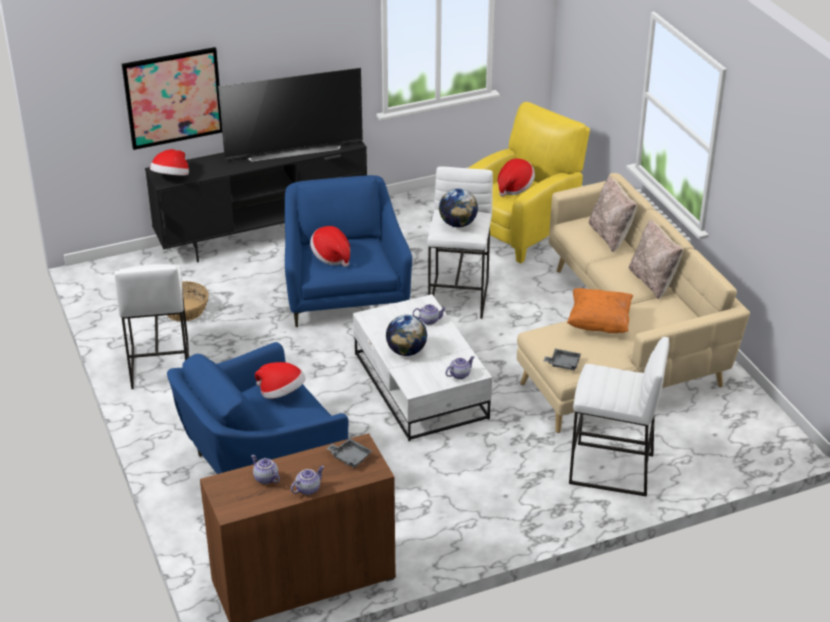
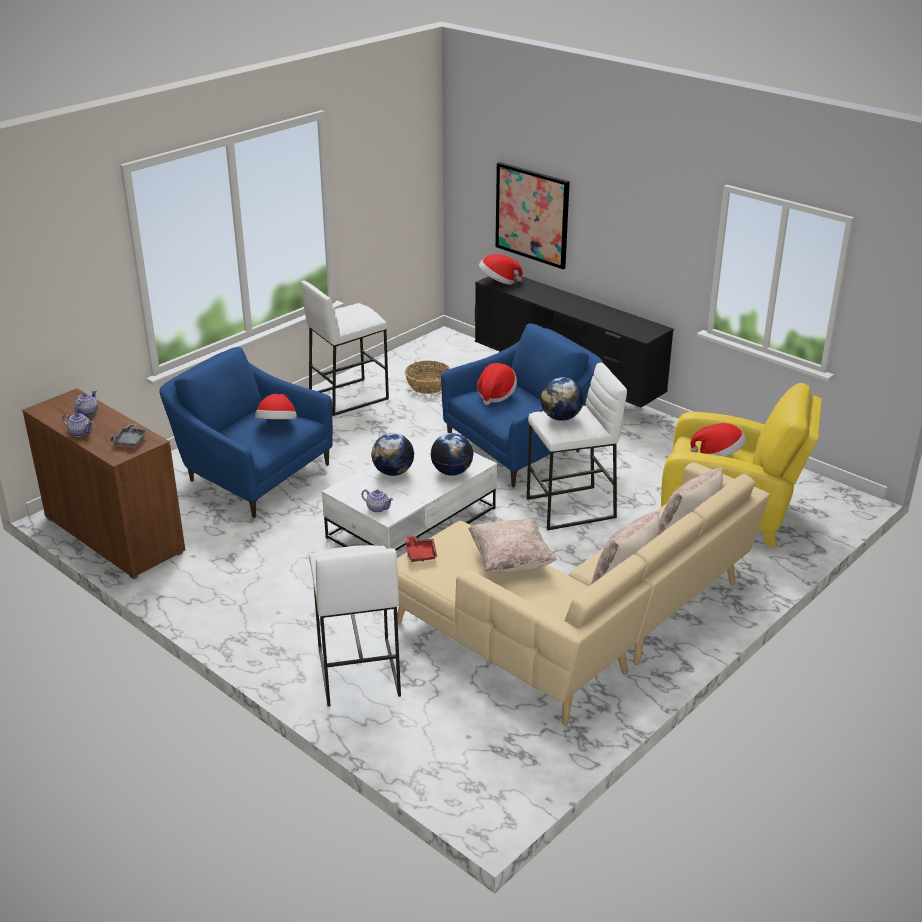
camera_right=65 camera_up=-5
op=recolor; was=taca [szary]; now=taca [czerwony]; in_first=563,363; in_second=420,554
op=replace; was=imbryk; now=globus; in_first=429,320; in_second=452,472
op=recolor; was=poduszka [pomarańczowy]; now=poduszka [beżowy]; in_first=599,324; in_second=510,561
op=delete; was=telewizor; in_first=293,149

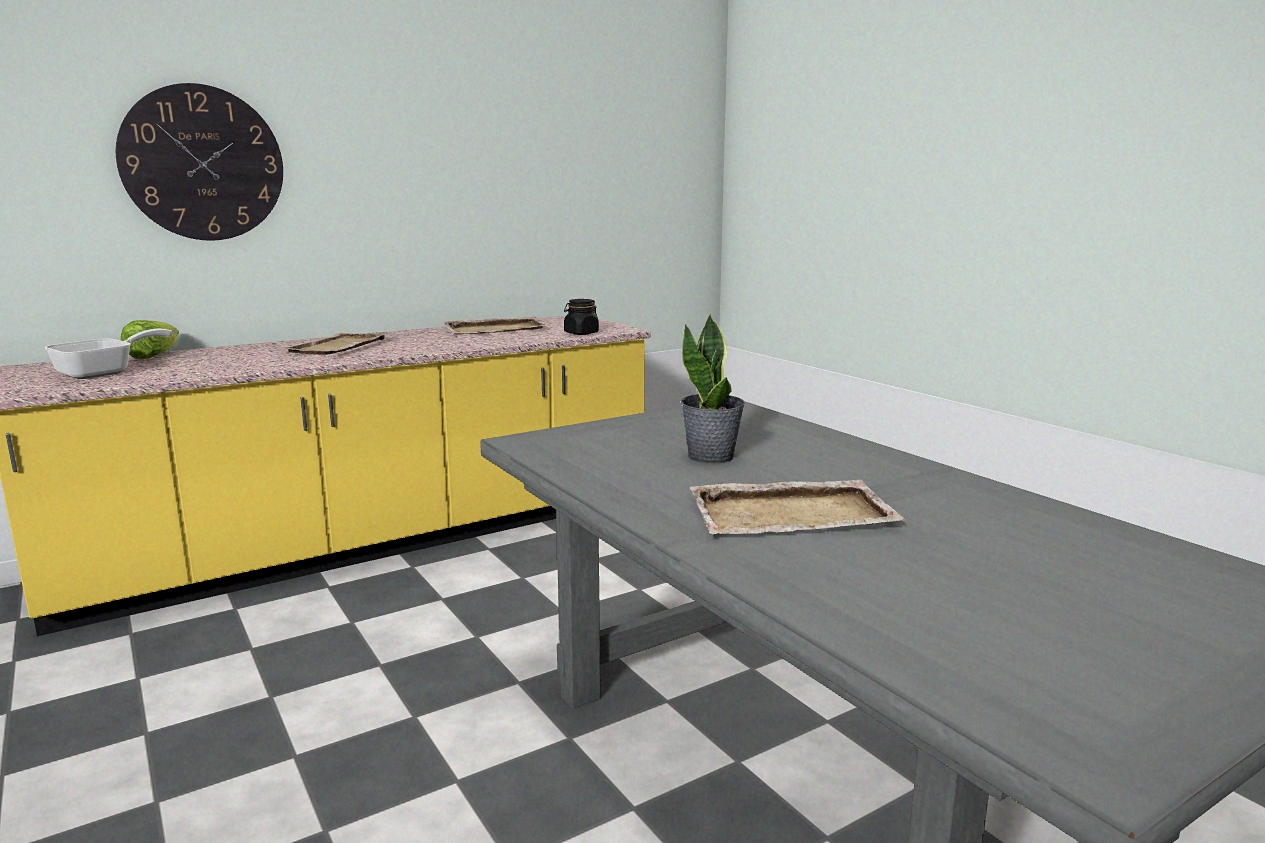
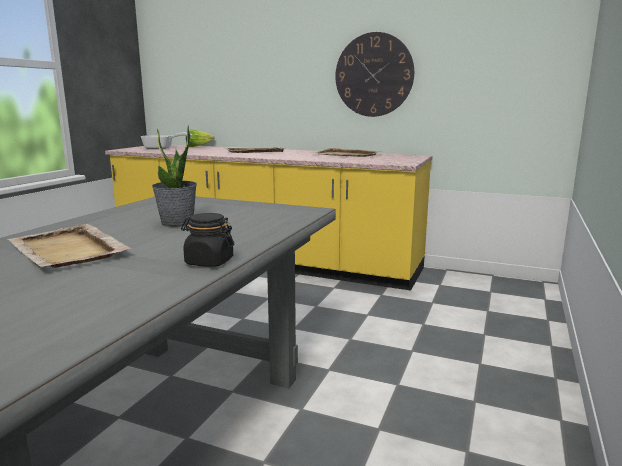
camera_right=55 camera_up=0
op=move; was=słoik [czarny]; in_first=581,333; in_second=209,262
op=move; was=zegar ścienny; in_first=202,163; in_second=374,75

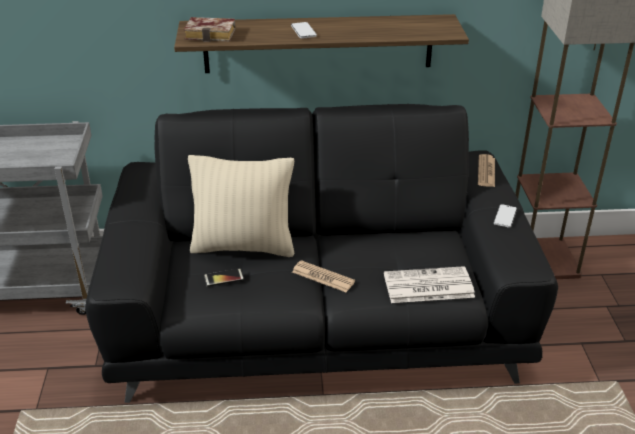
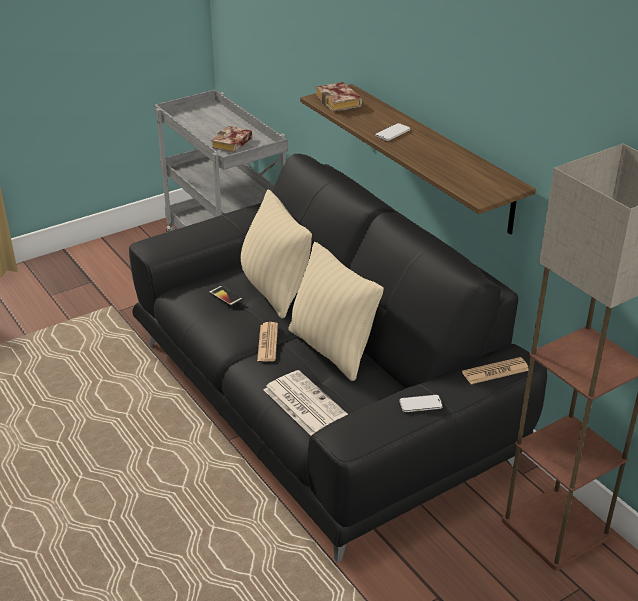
camera_right=60 camera_up=0
op=insert; now=książka; in_second=232,144
op=insert; now=poduszka [beżowy]; in_second=331,349

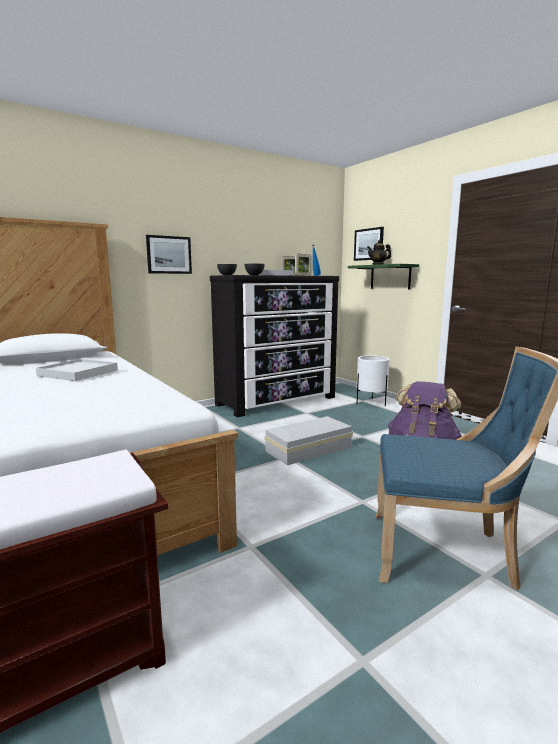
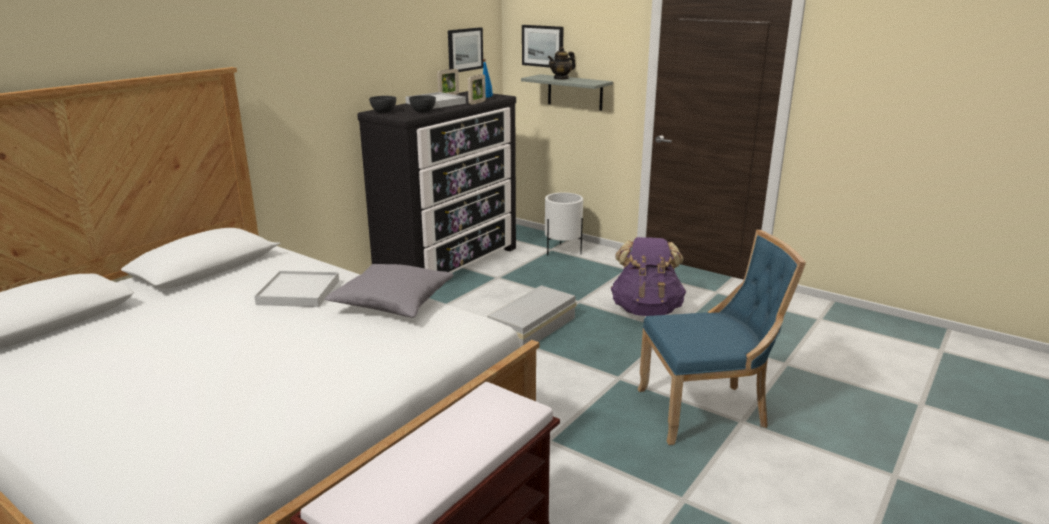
camera_right=-20 camera_up=10
op=insert; now=poduszka [szary]; in_second=393,303
op=move; was=obraz; in_first=169,255; in_second=464,49
op=recolor; was=półka [zielony]; now=półka [szary]; in_first=390,277; in_second=575,92

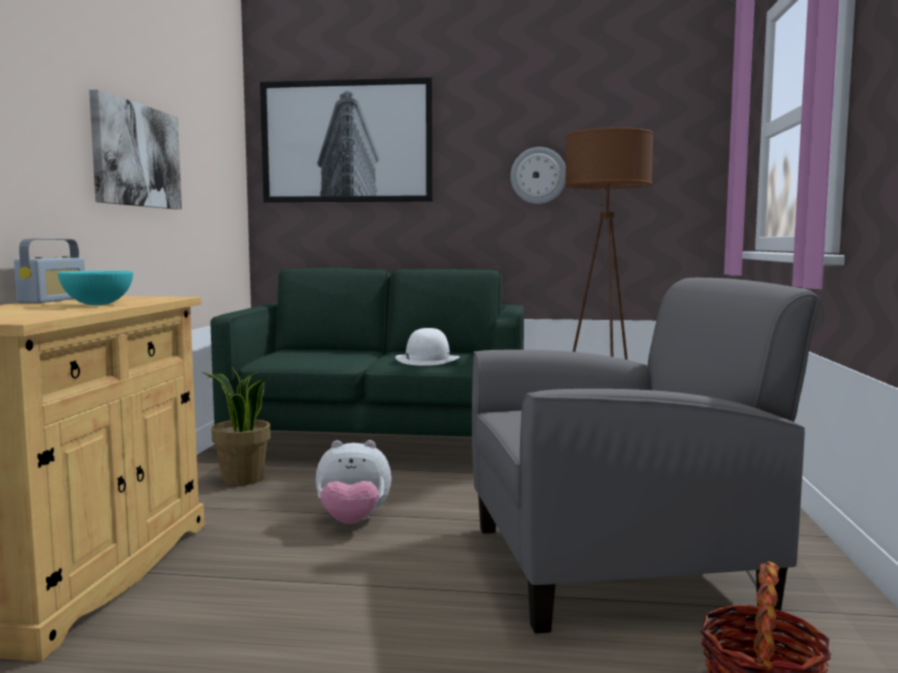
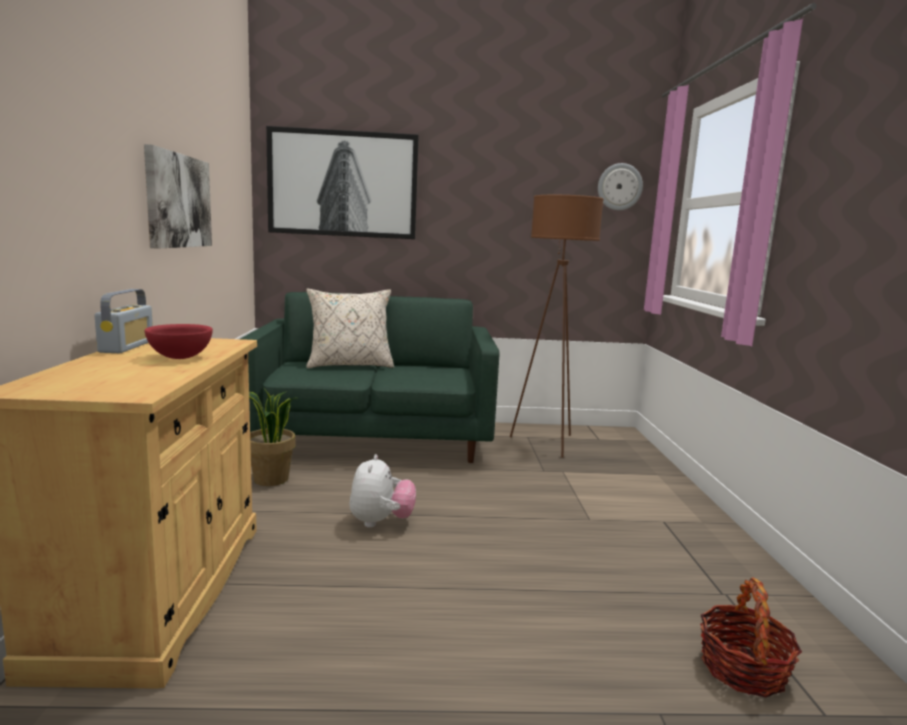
camera_right=-10 camera_up=5
op=recolor; was=miska [turkusowy]; now=miska [czerwony]; in_first=96,304; in_second=179,358
op=insert; now=poduszka [beżowy]; in_second=349,365
op=rotate; was=pluszak; in_first=353,522; in_second=381,522; clockwise=-75
op=move; was=zegar ścienny; in_first=538,175; in_second=619,187
op=delete; was=kapelusz [biały]; in_first=427,360
op=delete; was=fotel [szary]; in_first=616,565

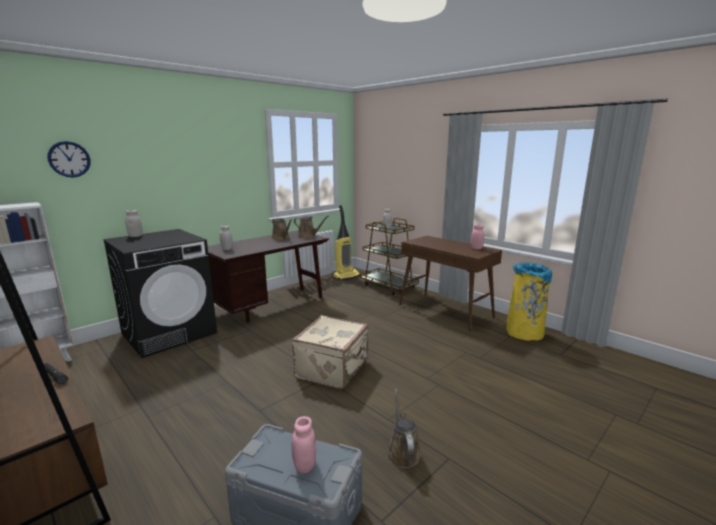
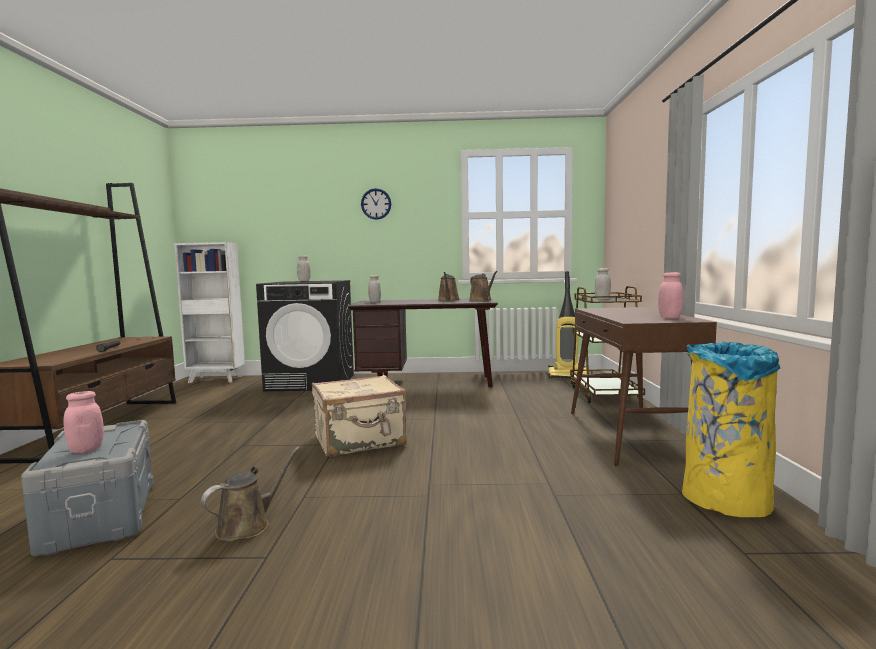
camera_right=45 camera_up=-10
op=move; was=zegar ścienny; in_first=69,159; in_second=376,204

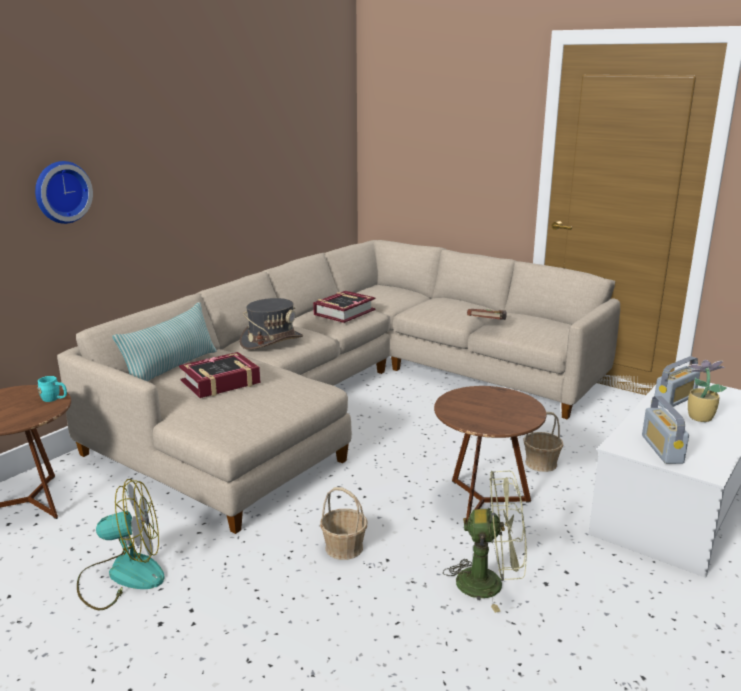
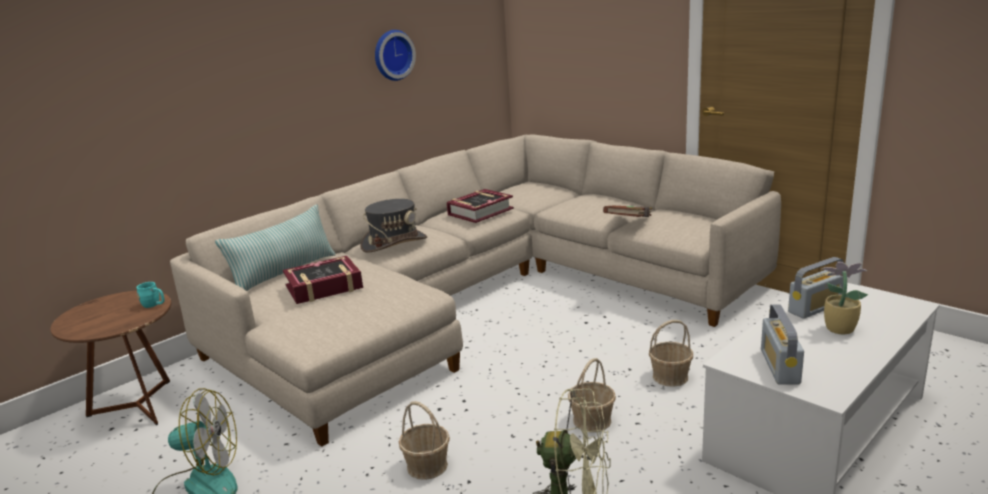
camera_right=10 camera_up=0
op=move; was=zegar ścienny; in_first=61,192; in_second=392,55
op=replace; was=stolik [brązowy]; now=koszyk; in_first=483,503; in_second=592,420

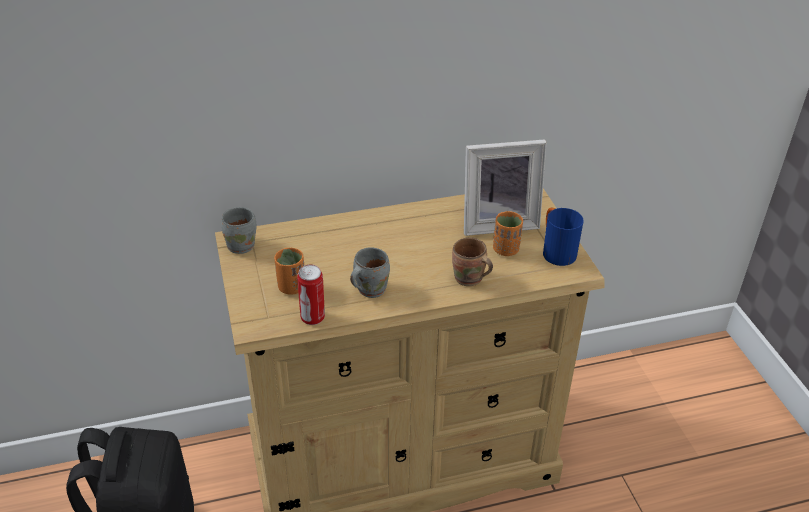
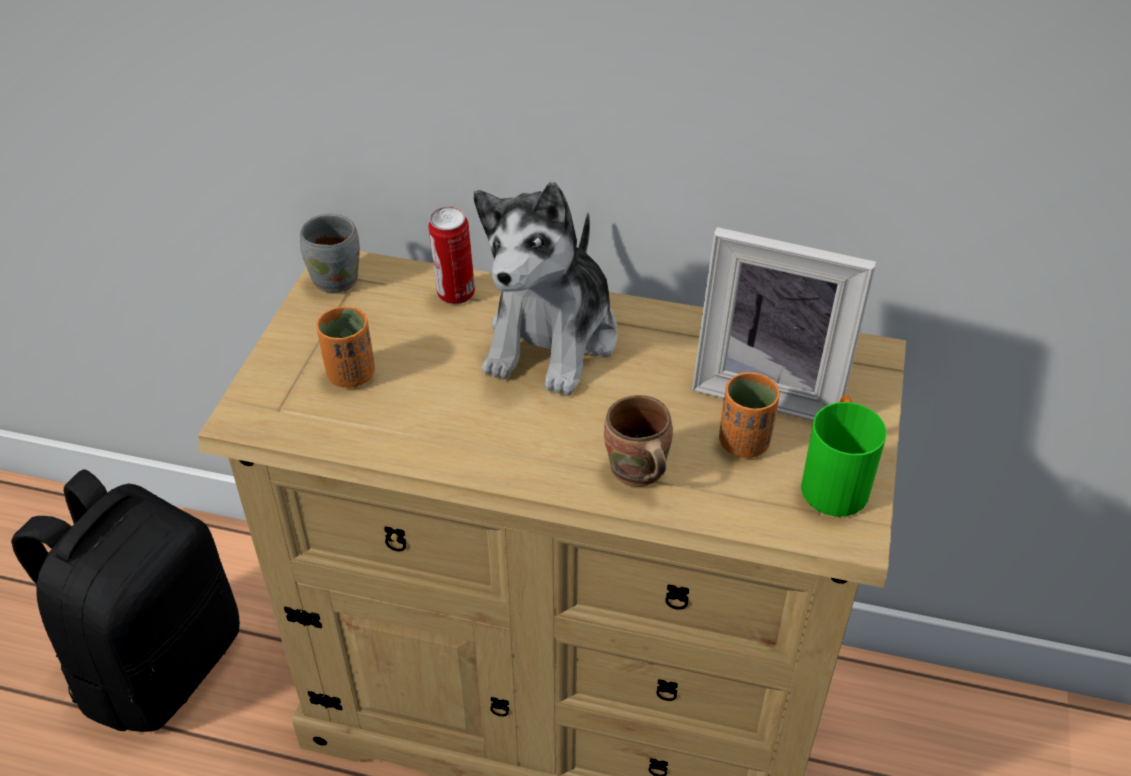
camera_right=30 camera_up=5
op=move; was=puszka; in_first=313,318; in_second=455,295
op=insert; now=pluszak; in_second=552,339
op=recolor; was=kubek [niebieski]; now=kubek [zielony]; in_first=555,251; in_second=833,481
op=delete; was=kubek [szary]; in_first=369,289

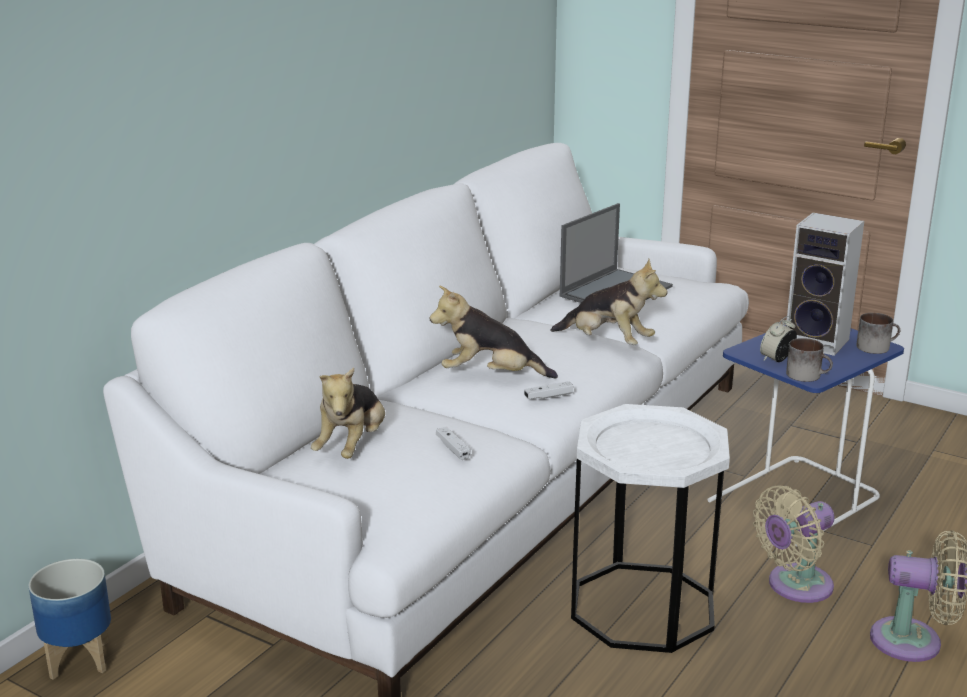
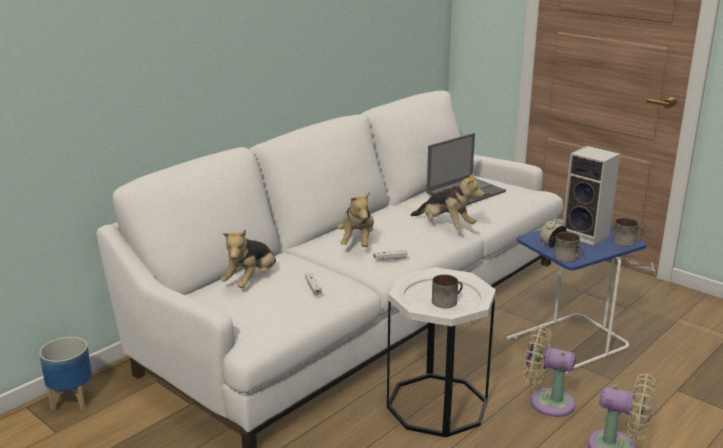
camera_right=10 camera_up=0
op=rotate; was=pluszak; in_first=490,376; in_second=357,242; clockwise=-105
op=insert; now=kubek; in_second=446,301
op=rotate; was=wentylator [beżowy]; in_first=794,586; in_second=547,402; clockwise=45

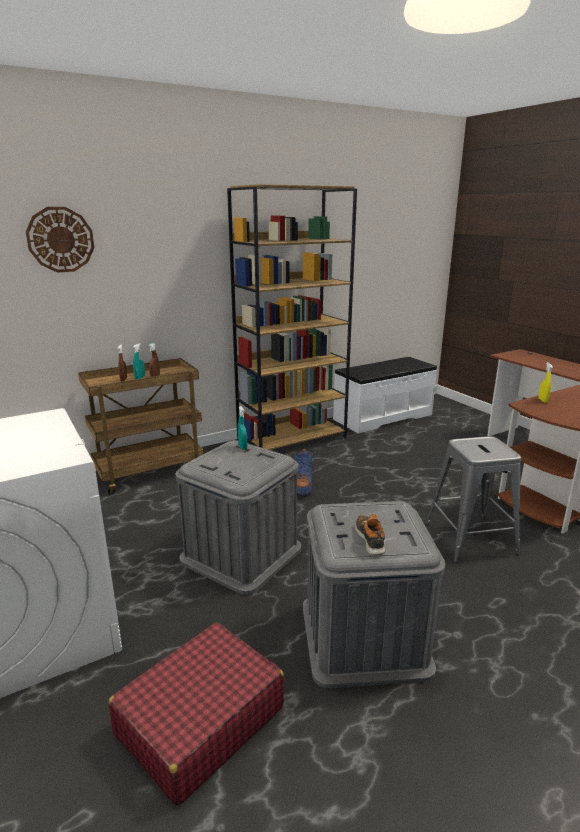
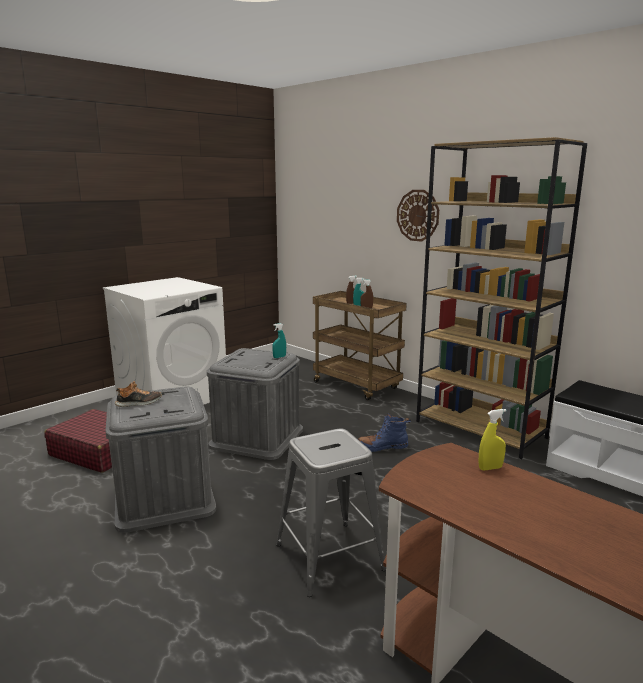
camera_right=75 camera_up=-5
op=move; was=zegar ścienny; in_first=60,240; in_second=418,215

